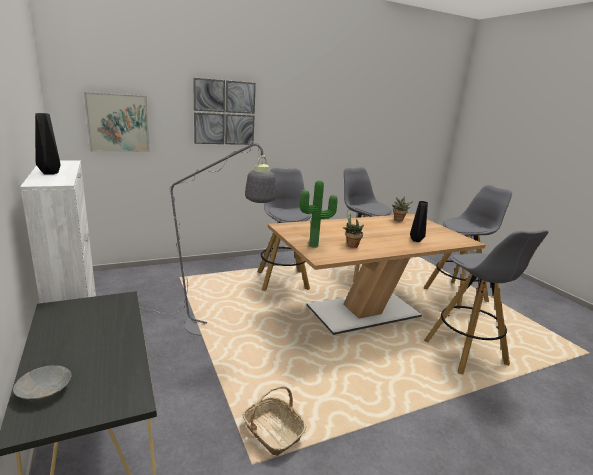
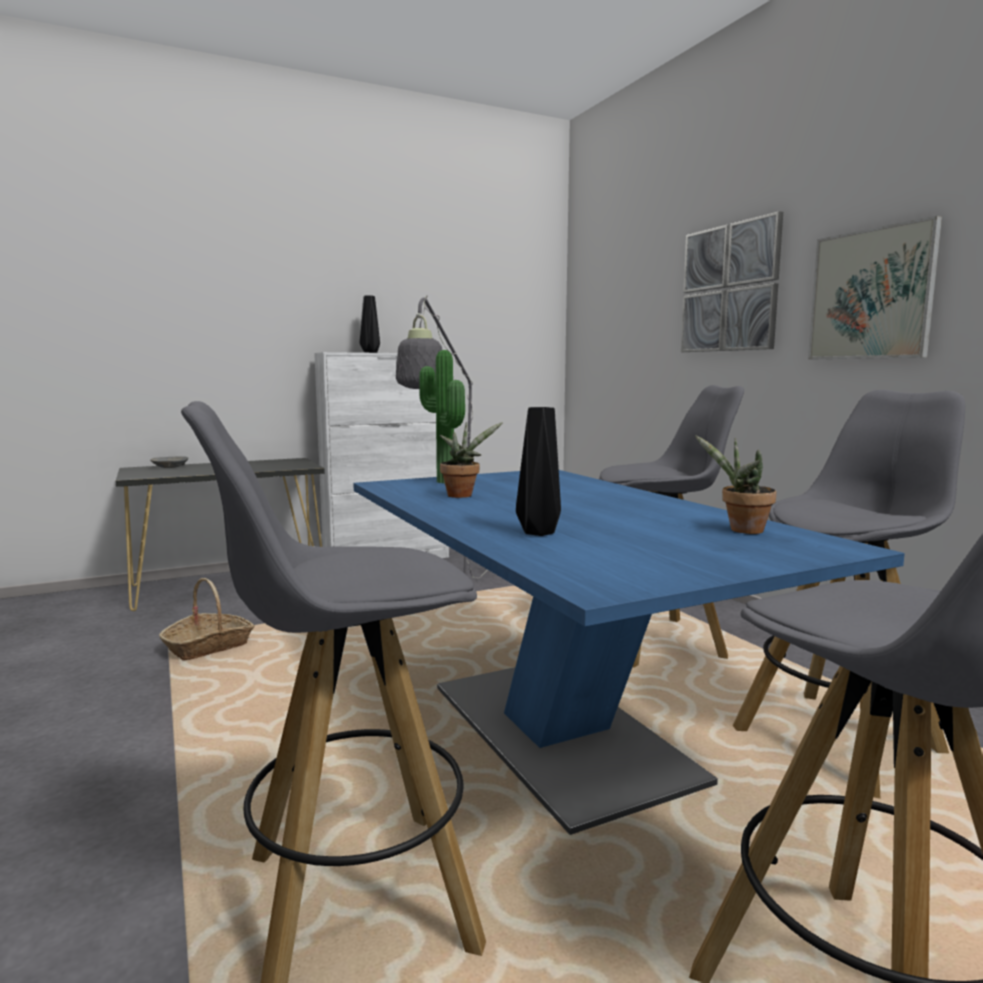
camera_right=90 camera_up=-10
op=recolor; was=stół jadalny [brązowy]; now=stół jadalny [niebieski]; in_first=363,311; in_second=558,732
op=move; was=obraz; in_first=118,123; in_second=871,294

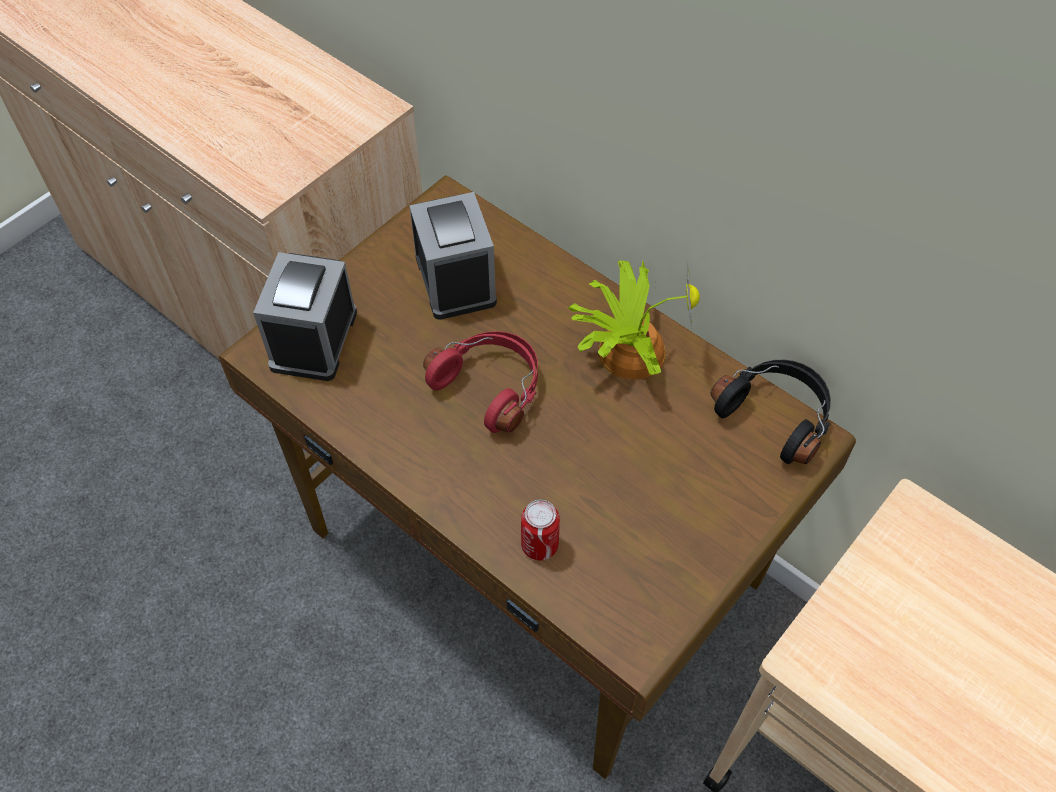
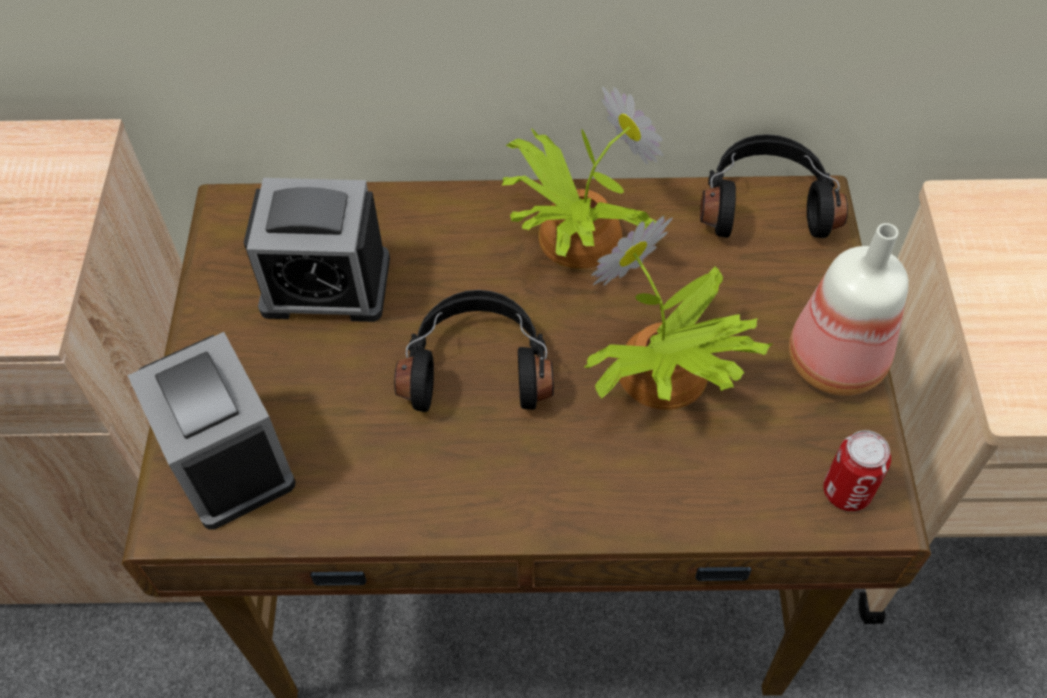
camera_right=-40 camera_up=0
op=rotate; was=budzik; in_first=455,280; in_second=326,284; clockwise=150
op=recolor; was=słuchawki [czerwony]; now=słuchawki [czarny]; in_first=491,386; in_second=477,366
op=insert; now=roślina doniczkowa; in_second=662,376
op=insert; now=butelka; in_second=833,359
op=move; was=puszka; in_first=539,545; in_second=846,491

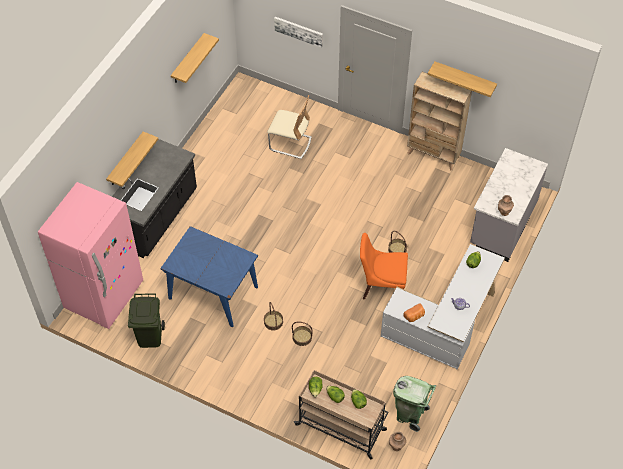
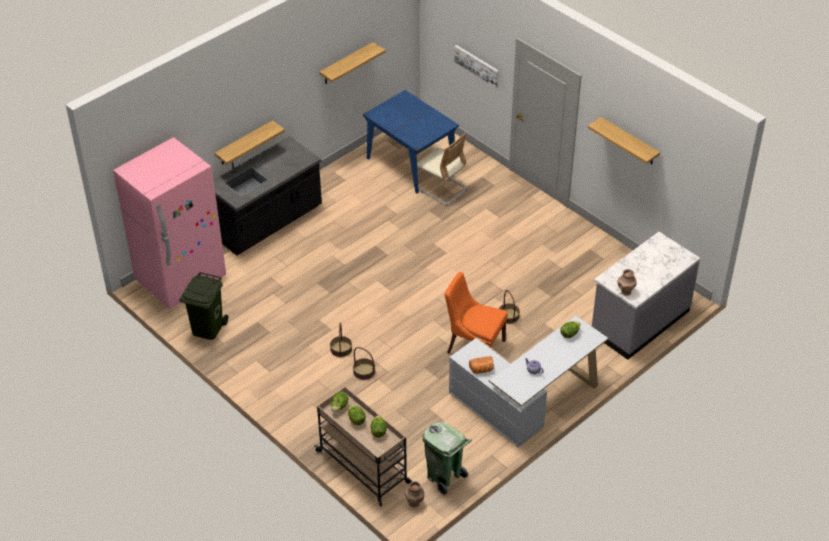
camera_right=20 camera_up=-10
op=move; was=stół jadalny [niebieski]; in_first=214,292; in_second=411,164
op=delete; was=regał [beżowy]; in_first=433,155

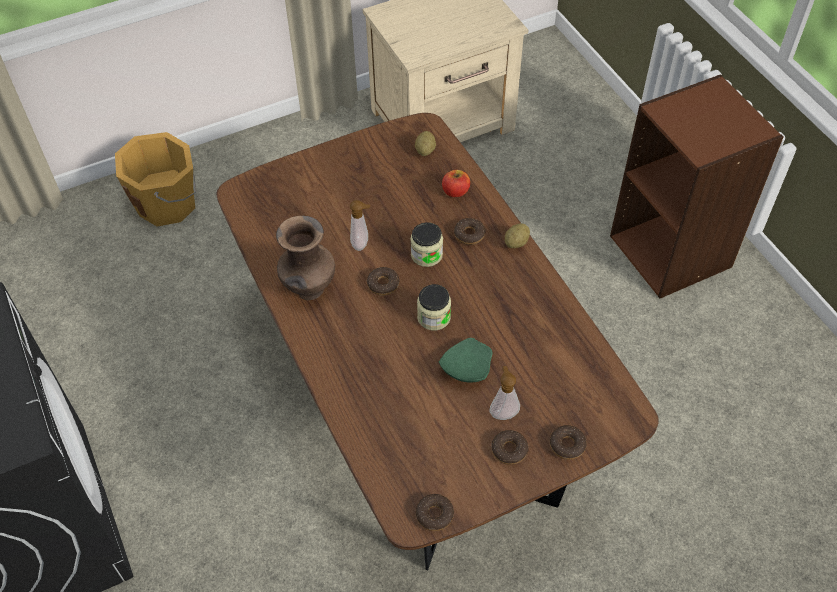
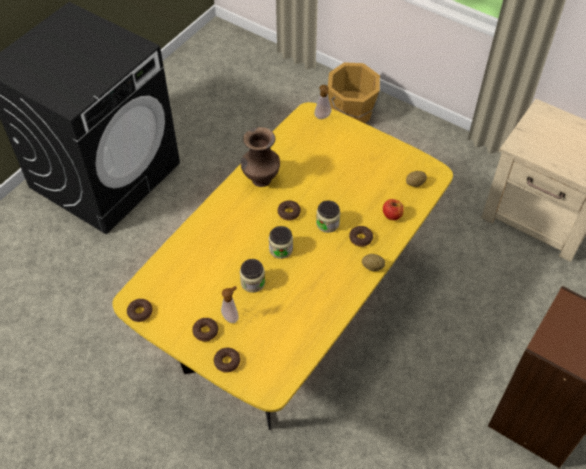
camera_right=60 camera_up=0
op=recolor; was=stół jadalny [brązowy]; now=stół jadalny [żółty]; in_first=421,409; in_second=293,317
op=replace; was=talerz [zielony]; now=słoik; in_first=465,368; in_second=253,282
op=move; was=dozownik mydła; in_first=362,244; in_second=323,117

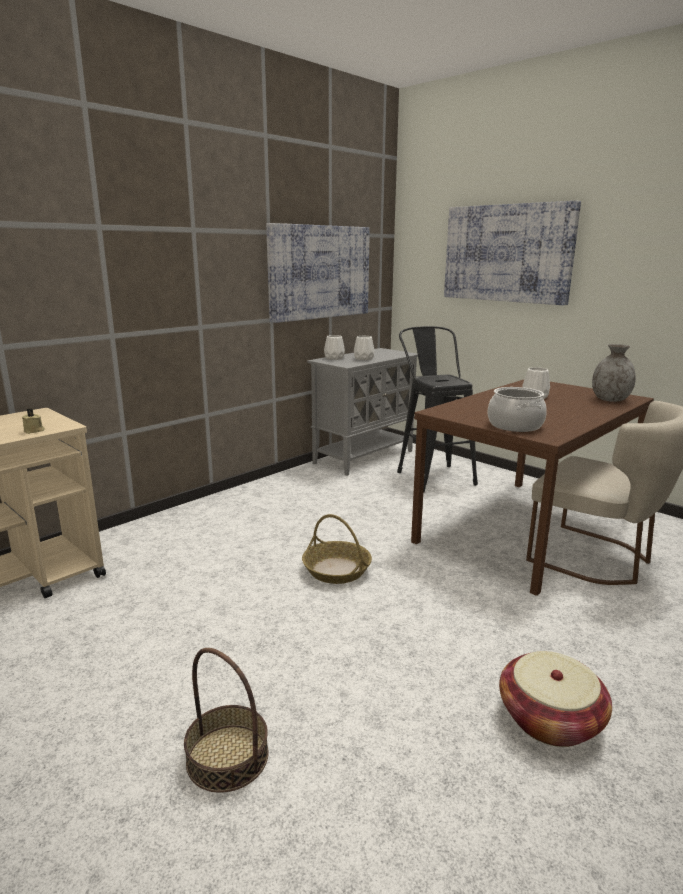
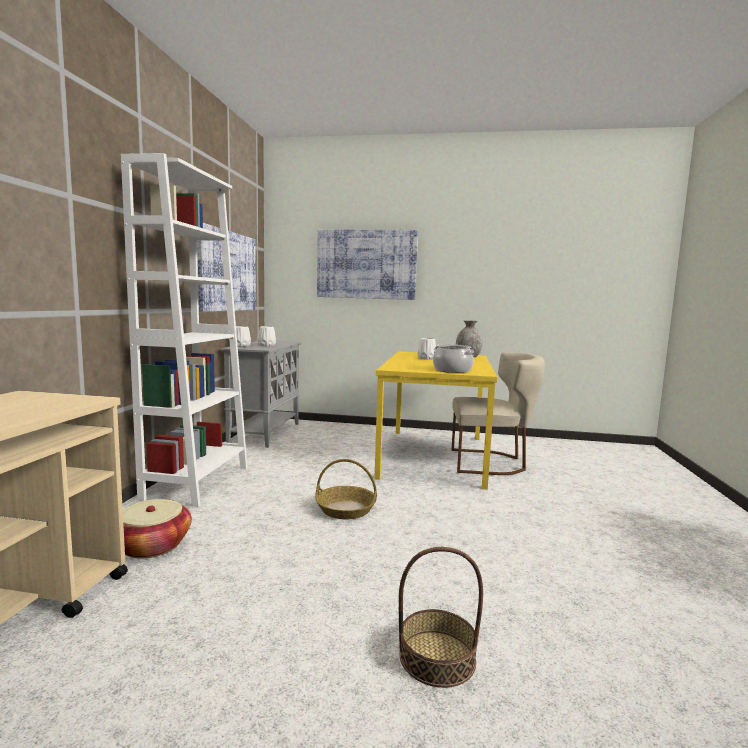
camera_right=-35 camera_up=-10
op=insert; now=regał [biały]; in_second=197,482
op=move; was=koszyk; in_first=549,719; in_second=151,546
op=recolor; was=stół jadalny [brązowy]; now=stół jadalny [żółty]; in_first=525,530; in_second=434,456
op=delete; was=świeca [beżowy]; in_first=34,431
op=delete; was=stołek [czarny]; in_first=432,475

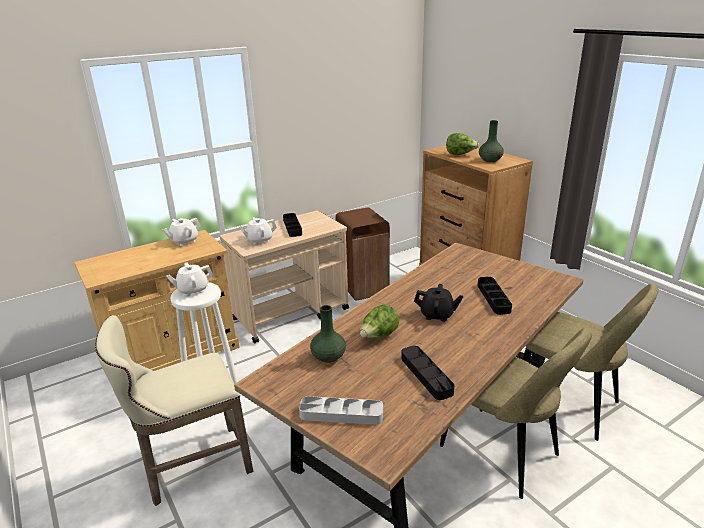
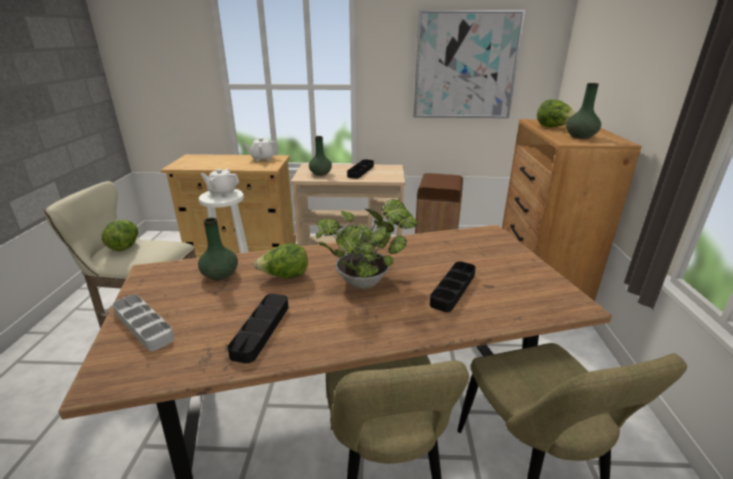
camera_right=35 camera_up=0
op=insert; now=sałata; in_second=125,246
op=replace; was=imbryk [biały]; now=wazon [zielony]; in_first=259,240; in_second=321,173
op=replace; was=imbryk [czarny]; now=roślina doniczkowa; in_first=437,315; in_second=366,281
op=insert; now=obraz; in_second=465,66

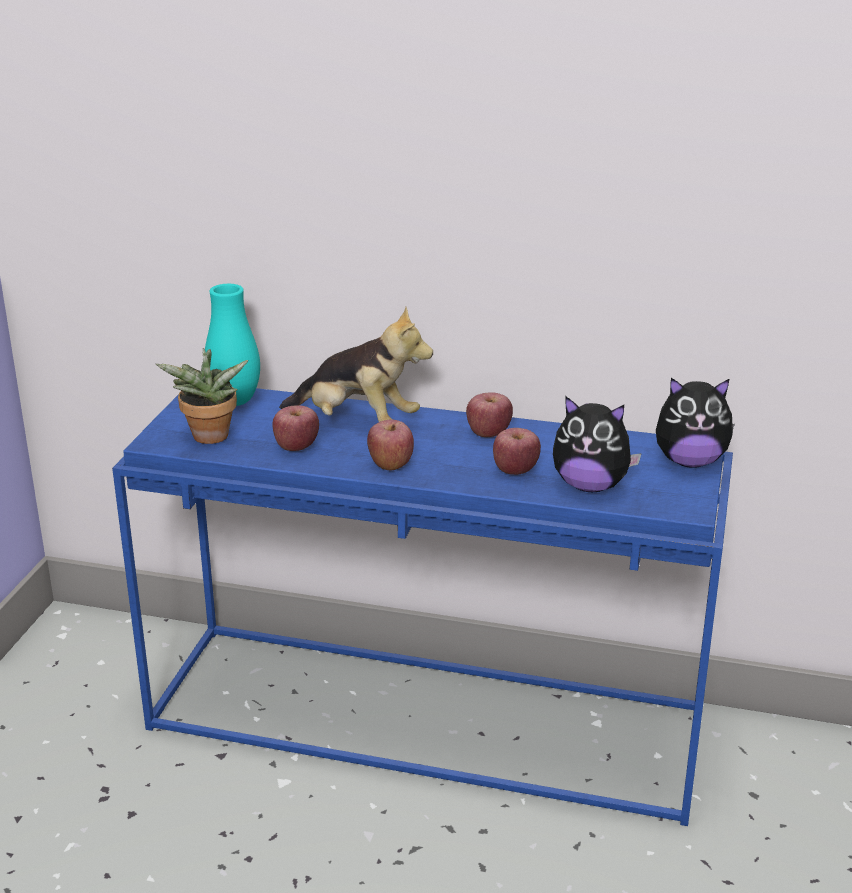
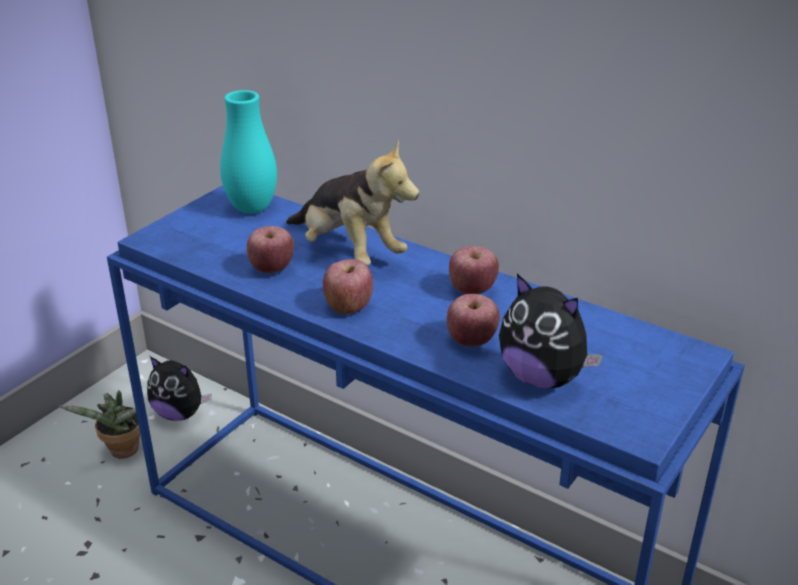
camera_right=20 camera_up=5
op=move; was=roślina doniczkowa; in_first=209,439; in_second=121,452
op=move; was=pluszak; in_first=690,461; in_second=180,413

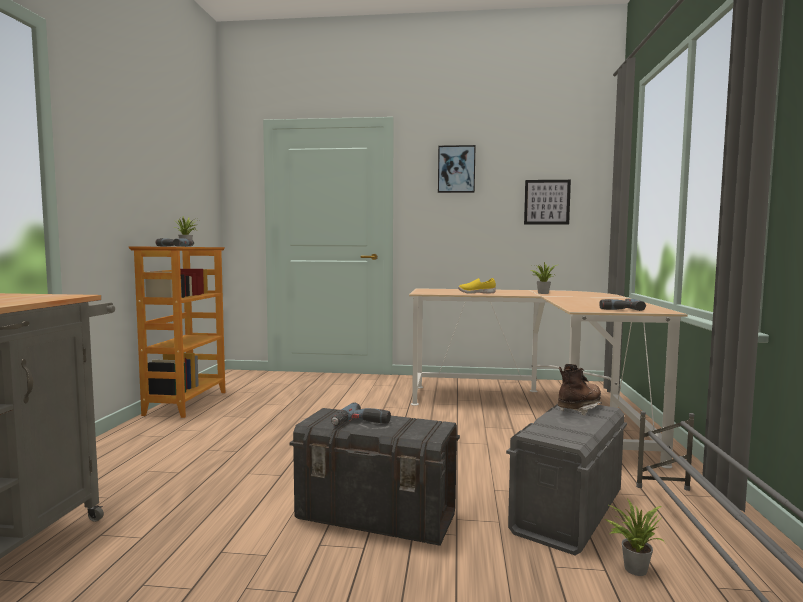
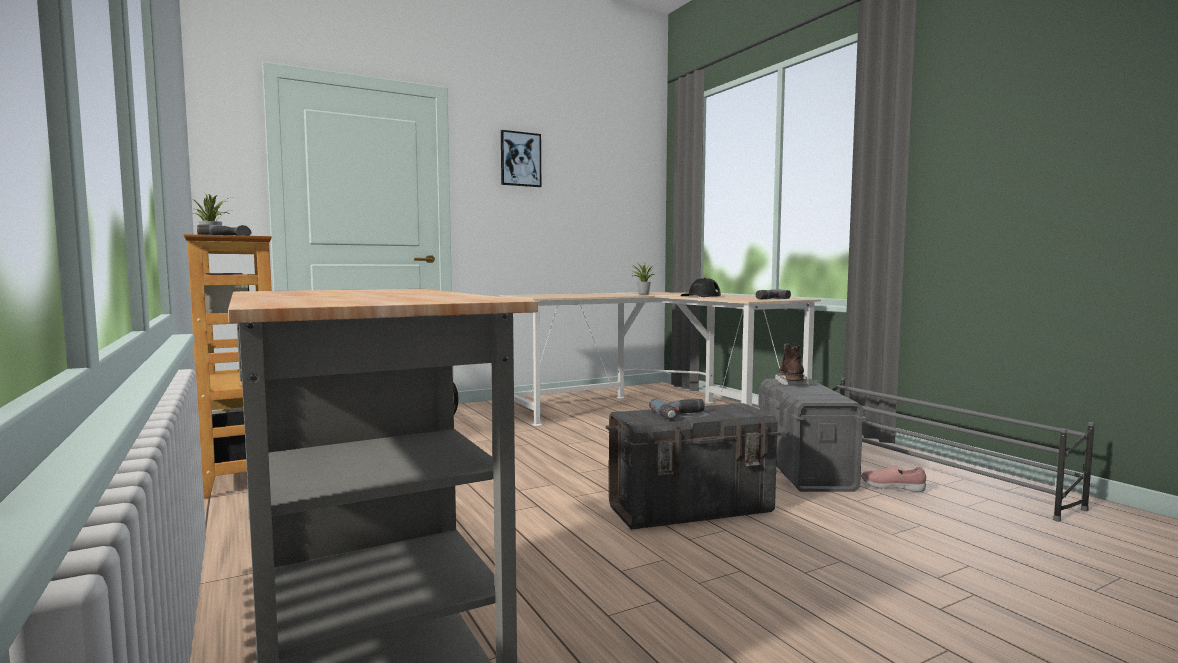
camera_right=-35 camera_up=0
op=insert; now=czapka z daszkiem [czarny]; in_second=700,296
op=replace; was=roślina doniczkowa; now=but [różowy]; in_first=633,567; in_second=892,488
op=delete; was=but [żółty]; in_first=476,293
op=delete; was=obraz; in_first=547,202

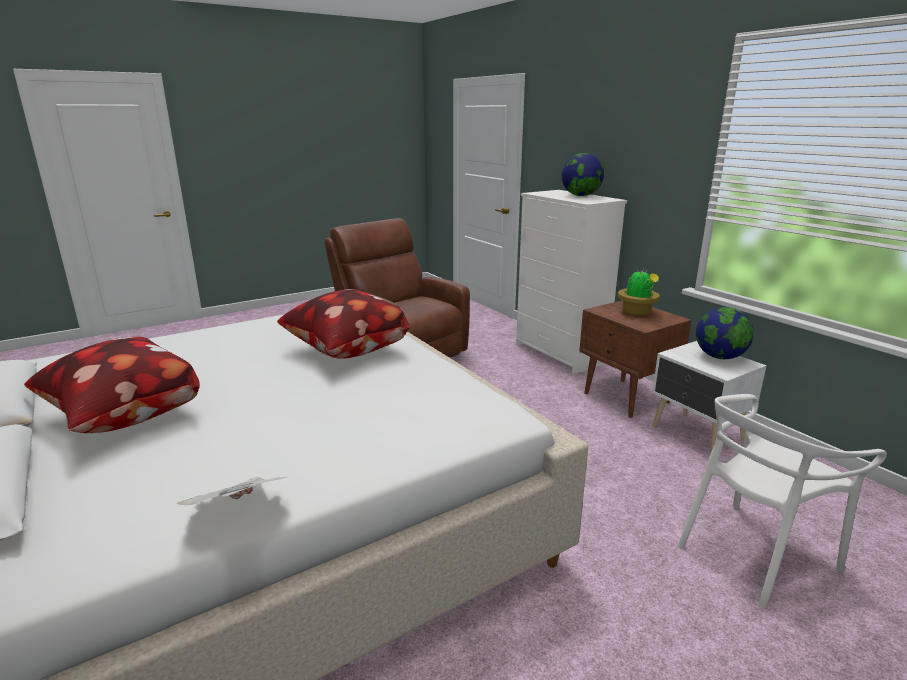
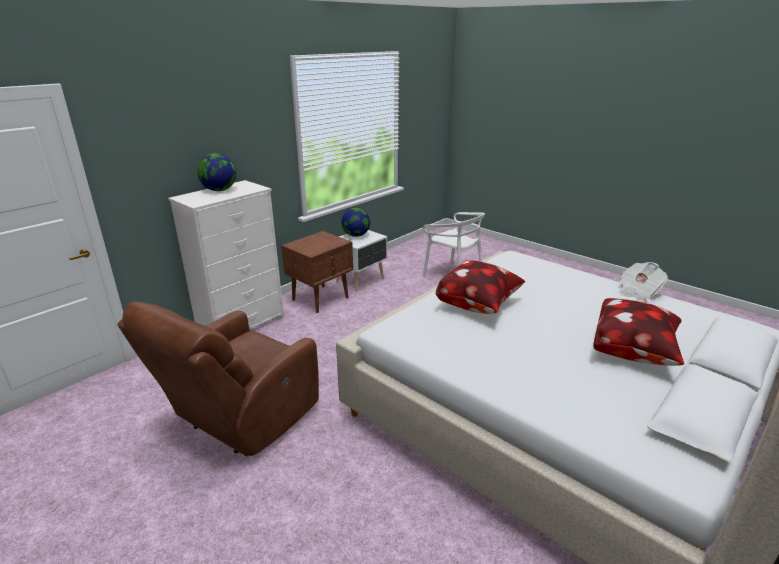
camera_right=-105 camera_up=5
op=delete; was=roślina doniczkowa; in_first=637,312

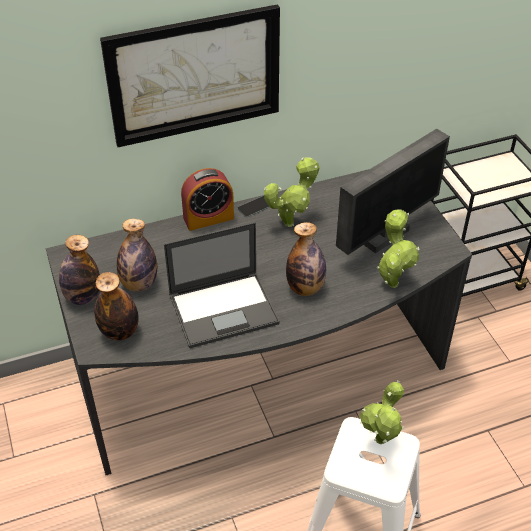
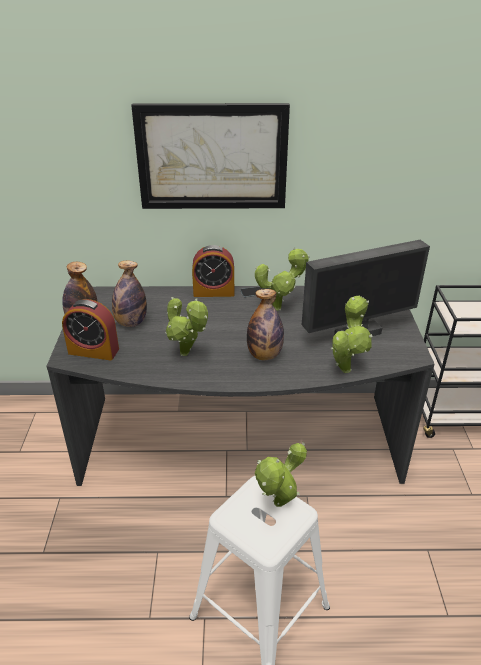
camera_right=20 camera_up=-10
op=replace; was=butelka; now=budzik; in_first=120,332; in_second=93,351
op=replace; was=laptop; now=roślina doniczkowa; in_first=224,309; in_second=187,354

